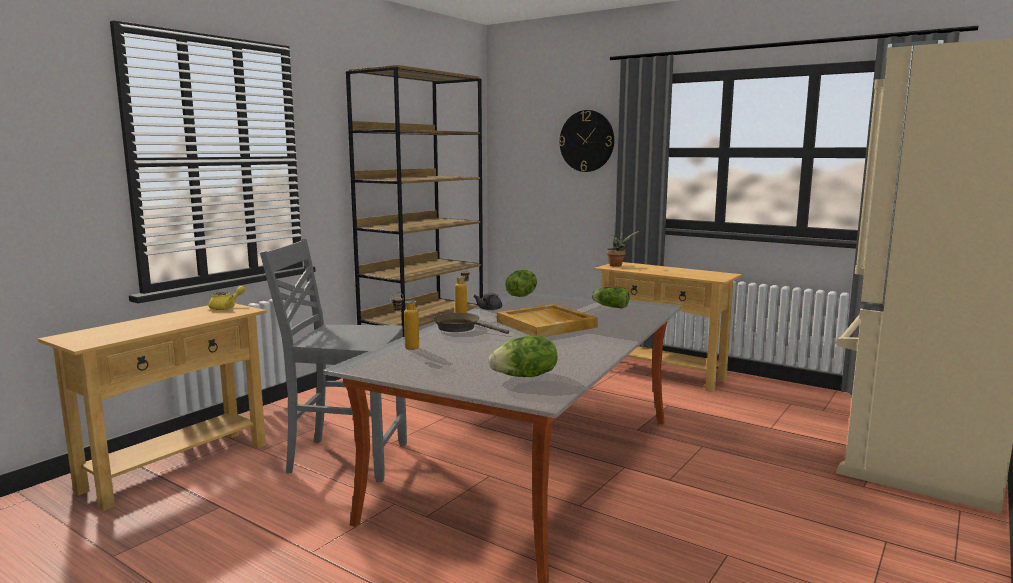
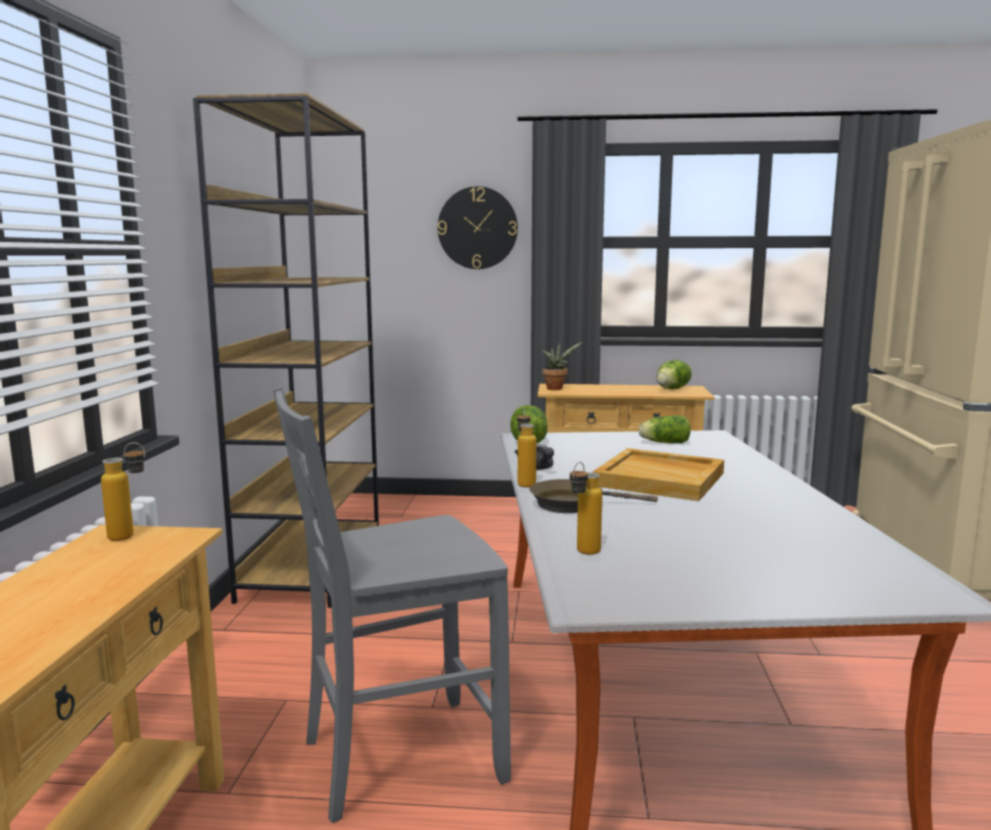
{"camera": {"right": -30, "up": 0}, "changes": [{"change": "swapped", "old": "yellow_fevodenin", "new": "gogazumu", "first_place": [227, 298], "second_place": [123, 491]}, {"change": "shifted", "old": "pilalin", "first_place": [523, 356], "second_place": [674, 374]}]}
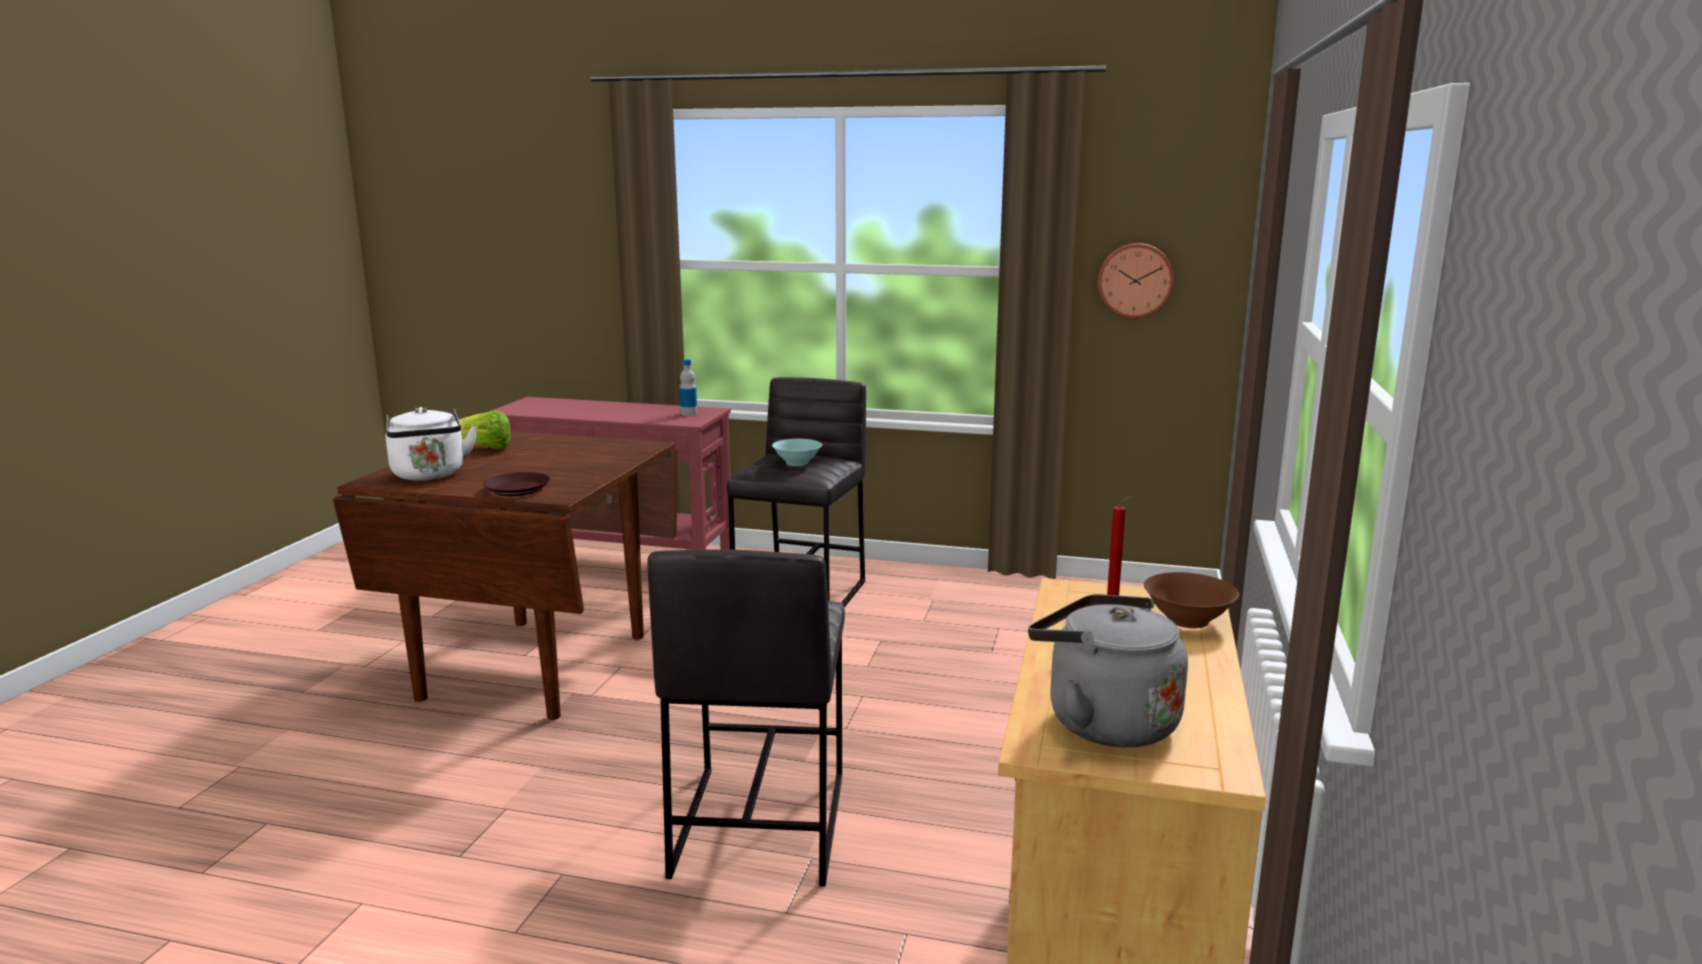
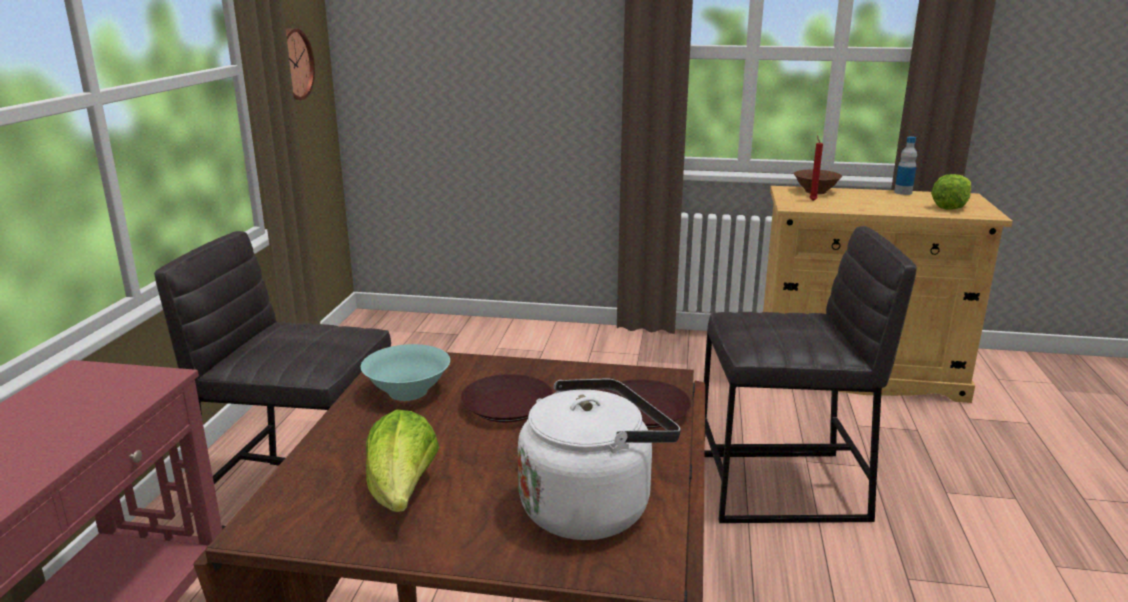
{"camera": {"right": -95, "up": 5}, "changes": [{"change": "shifted", "old": "gogazumu", "first_place": [688, 387], "second_place": [905, 166]}, {"change": "shifted", "old": "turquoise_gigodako", "first_place": [797, 452], "second_place": [405, 372]}, {"change": "swapped", "old": "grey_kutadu", "new": "pilalin", "first_place": [1108, 670], "second_place": [951, 192]}, {"change": "new", "new": "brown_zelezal", "second_place": [507, 398]}]}
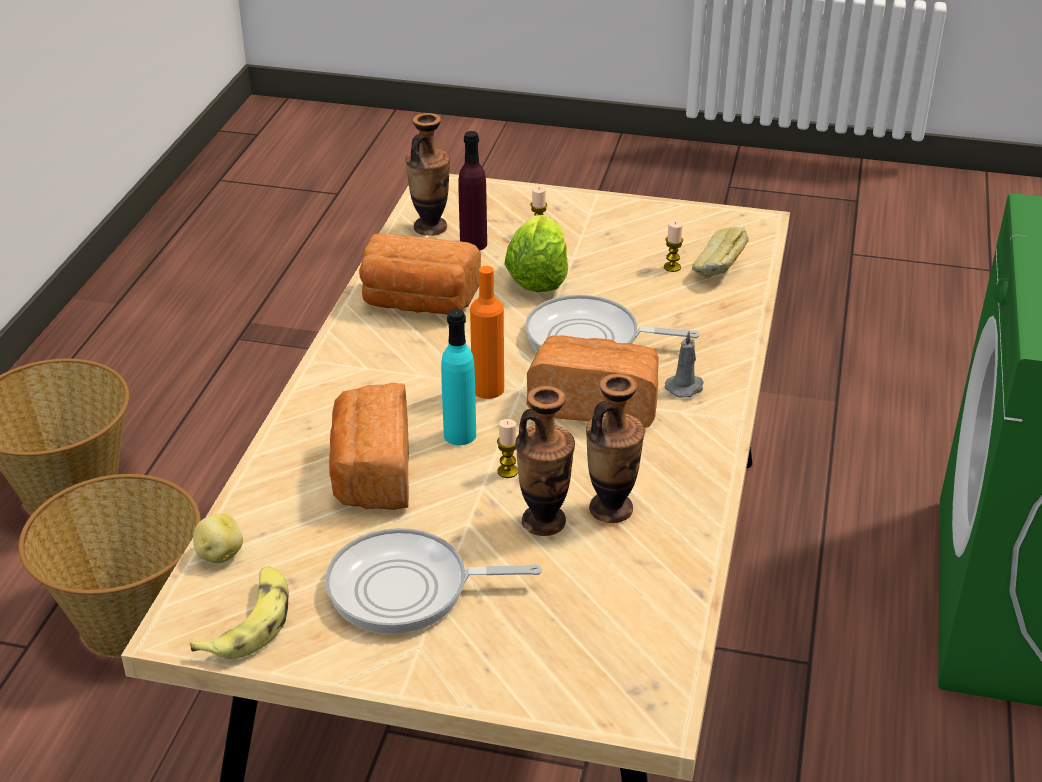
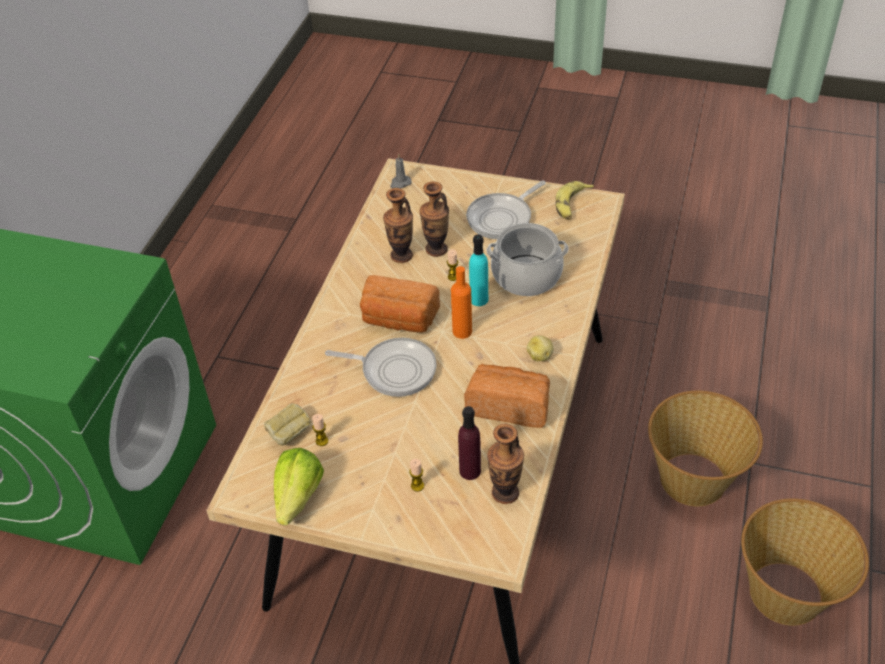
{"camera": {"right": -175, "up": 10}, "changes": [{"change": "shifted", "old": "pilalin", "first_place": [536, 253], "second_place": [299, 487]}, {"change": "shifted", "old": "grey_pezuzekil", "first_place": [684, 364], "second_place": [400, 171]}, {"change": "swapped", "old": "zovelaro", "new": "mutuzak", "first_place": [369, 446], "second_place": [527, 259]}, {"change": "shifted", "old": "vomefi", "first_place": [218, 538], "second_place": [540, 348]}, {"change": "rotated", "old": "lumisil", "first_place": [433, 581], "second_place": [506, 210], "degrees": 135}]}
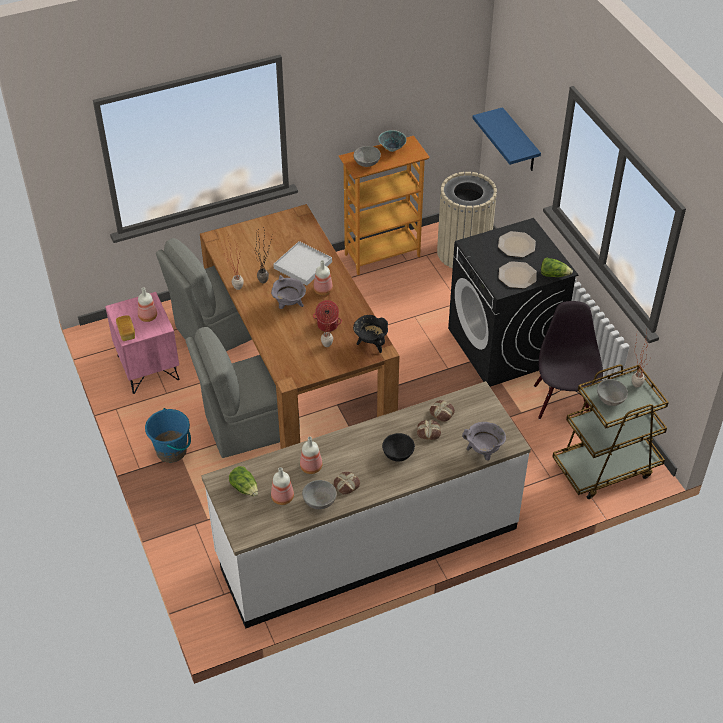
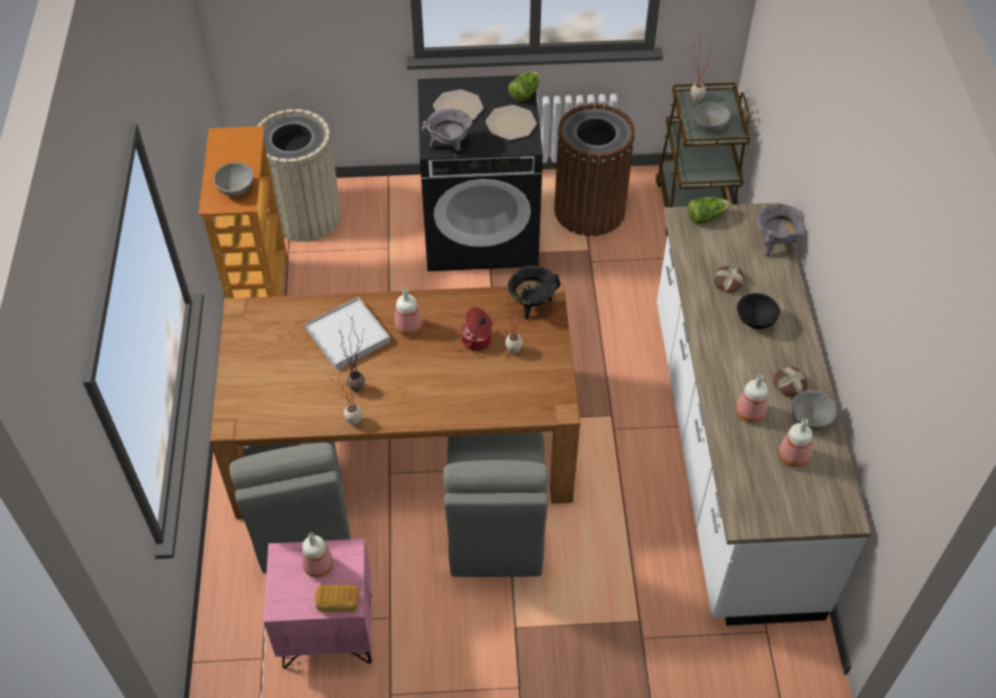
{"camera": {"right": -70, "up": 5}, "changes": [{"change": "gone", "old": "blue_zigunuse", "first_place": [507, 139]}, {"change": "gone", "old": "gigodako", "first_place": [392, 141]}, {"change": "shifted", "old": "grey_mutuzak", "first_place": [288, 292], "second_place": [447, 130]}, {"change": "swapped", "old": "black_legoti", "new": "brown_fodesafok", "first_place": [568, 360], "second_place": [594, 170]}, {"change": "gone", "old": "zovelaro", "first_place": [442, 411]}, {"change": "gone", "old": "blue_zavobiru", "first_place": [168, 435]}, {"change": "shifted", "old": "pilalin", "first_place": [243, 481], "second_place": [709, 210]}]}
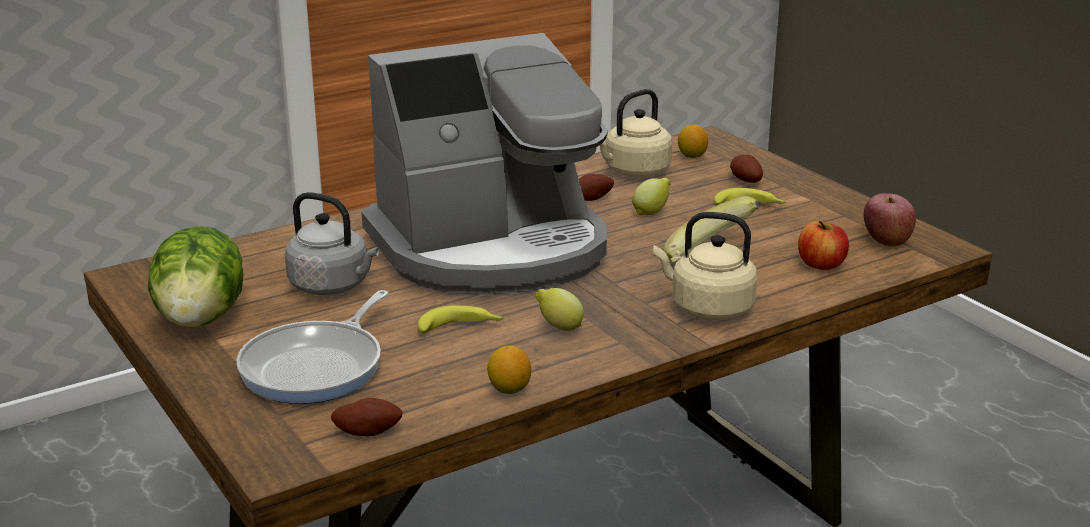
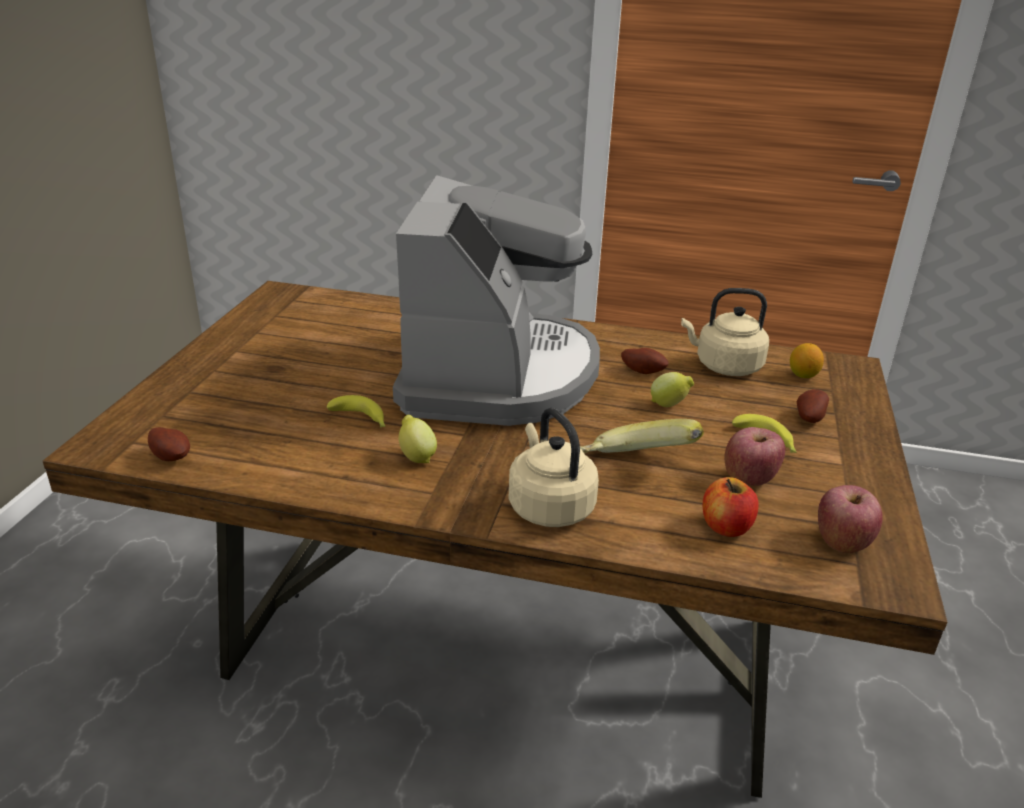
{"camera": {"right": 45, "up": 5}, "changes": [{"change": "rotated", "old": "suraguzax", "first_place": [485, 164], "second_place": [496, 300], "degrees": -105}, {"change": "gone", "old": "grey_kutadu", "first_place": [332, 243]}, {"change": "gone", "old": "pilalin", "first_place": [195, 276]}, {"change": "gone", "old": "lumisil", "first_place": [312, 347]}, {"change": "gone", "old": "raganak", "first_place": [509, 370]}, {"change": "new", "new": "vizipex", "second_place": [755, 456]}]}
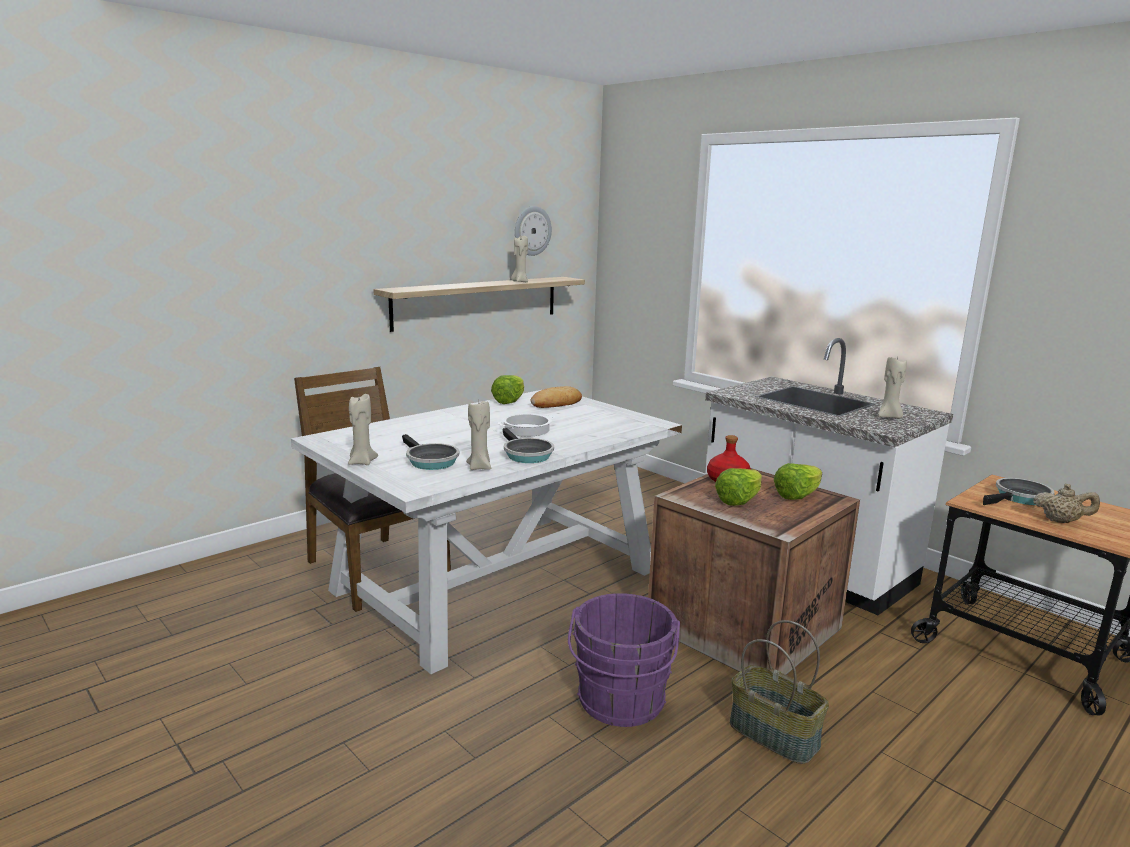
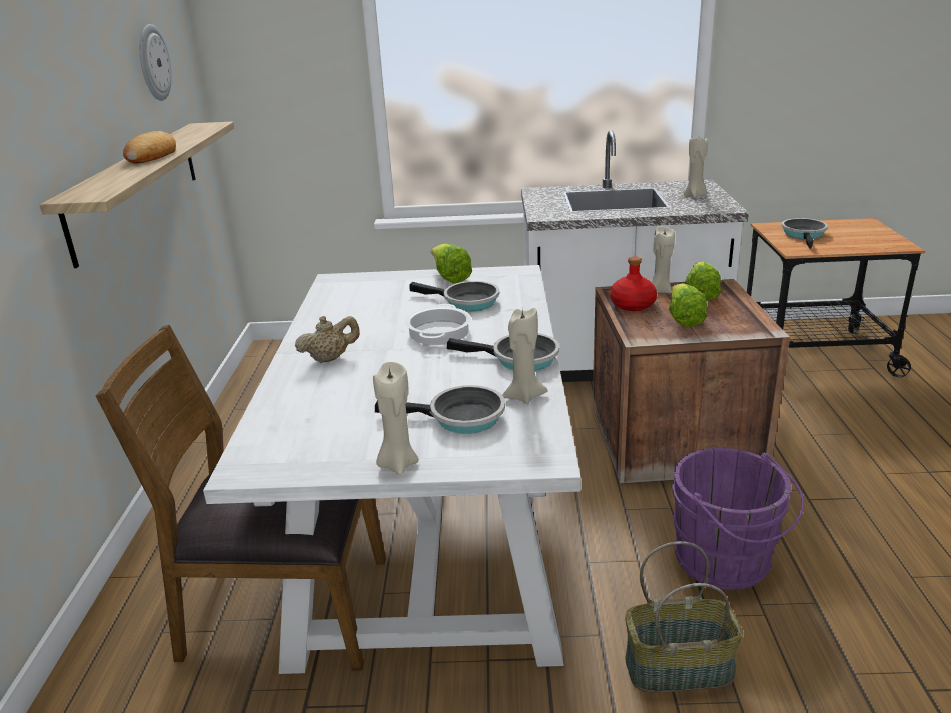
{"camera": {"right": -45, "up": 10}, "changes": [{"change": "shifted", "old": "beige_pezuzekil", "first_place": [519, 259], "second_place": [663, 259]}, {"change": "shifted", "old": "pilalin", "first_place": [507, 389], "second_place": [451, 263]}, {"change": "shifted", "old": "zovelaro", "first_place": [556, 397], "second_place": [149, 147]}, {"change": "shifted", "old": "beige_fevodenin", "first_place": [1066, 503], "second_place": [327, 339]}, {"change": "shifted", "old": "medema", "first_place": [779, 692], "second_place": [684, 617]}, {"change": "new", "new": "lumisil", "second_place": [454, 296]}]}
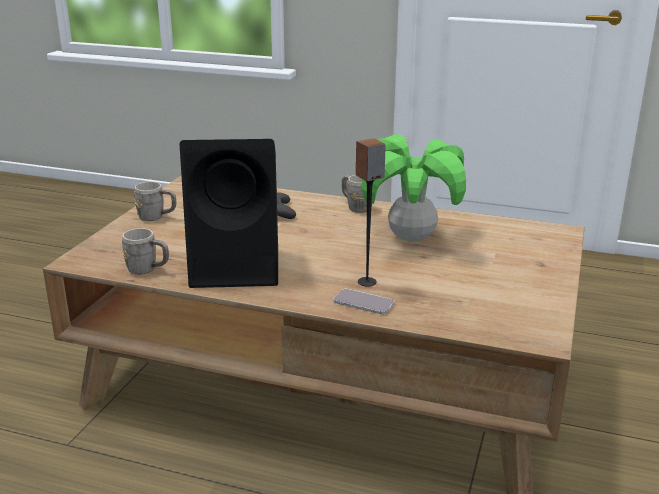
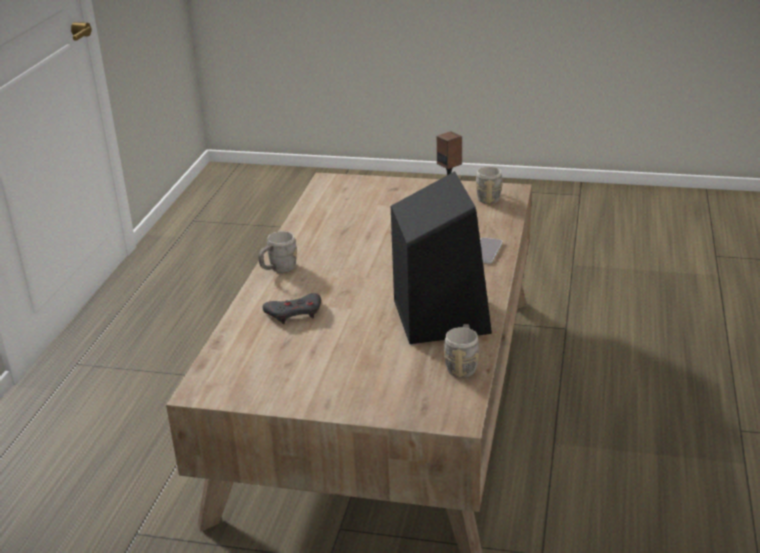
{"camera": {"right": -95, "up": 5}, "changes": [{"change": "gone", "old": "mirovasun", "first_place": [414, 188]}, {"change": "shifted", "old": "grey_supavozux", "first_place": [155, 201], "second_place": [489, 185]}]}
